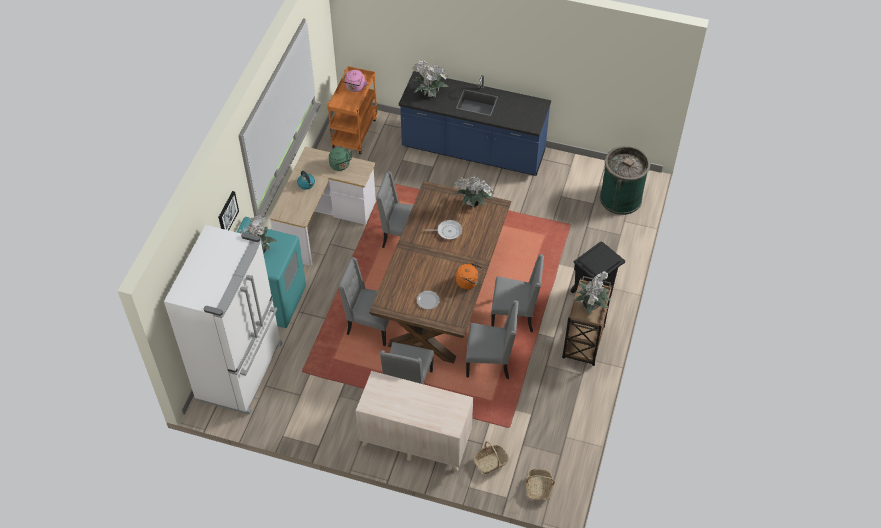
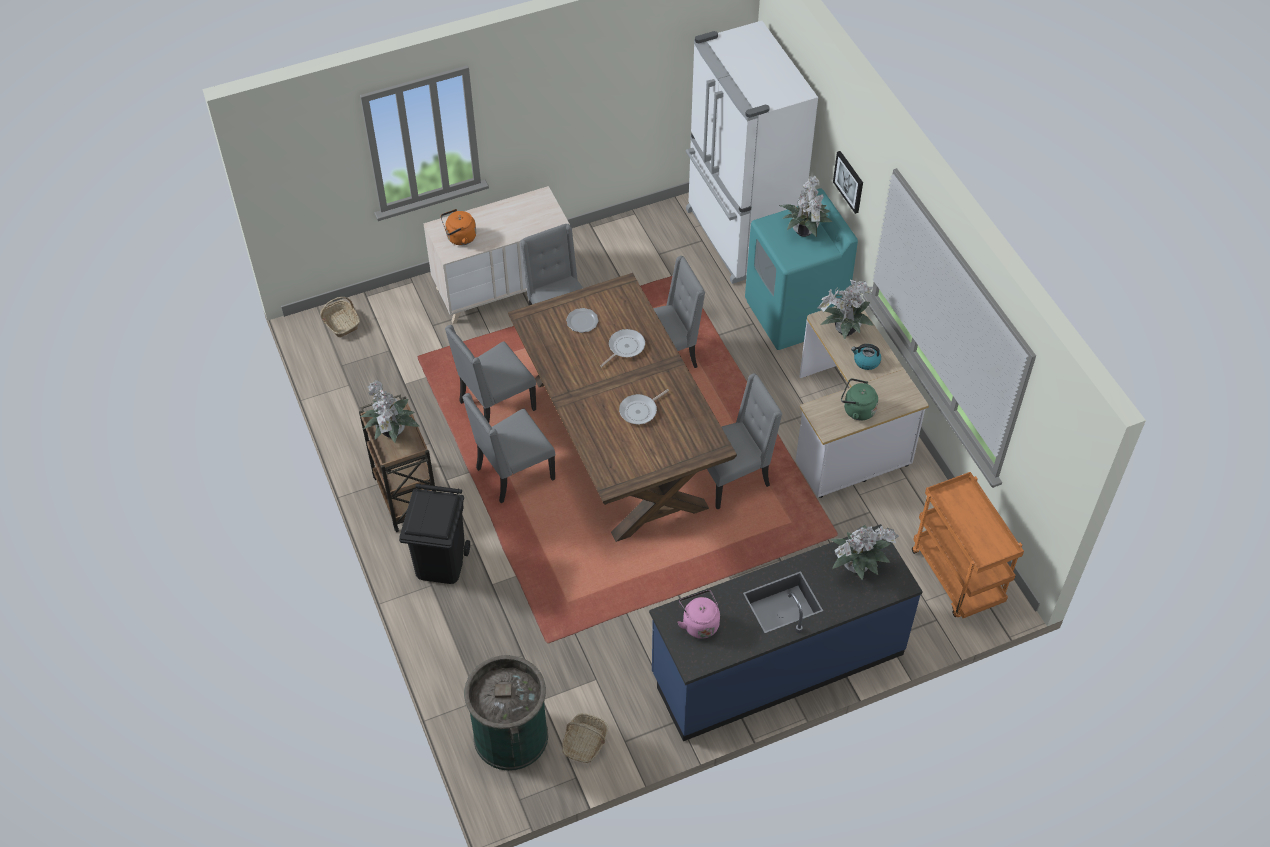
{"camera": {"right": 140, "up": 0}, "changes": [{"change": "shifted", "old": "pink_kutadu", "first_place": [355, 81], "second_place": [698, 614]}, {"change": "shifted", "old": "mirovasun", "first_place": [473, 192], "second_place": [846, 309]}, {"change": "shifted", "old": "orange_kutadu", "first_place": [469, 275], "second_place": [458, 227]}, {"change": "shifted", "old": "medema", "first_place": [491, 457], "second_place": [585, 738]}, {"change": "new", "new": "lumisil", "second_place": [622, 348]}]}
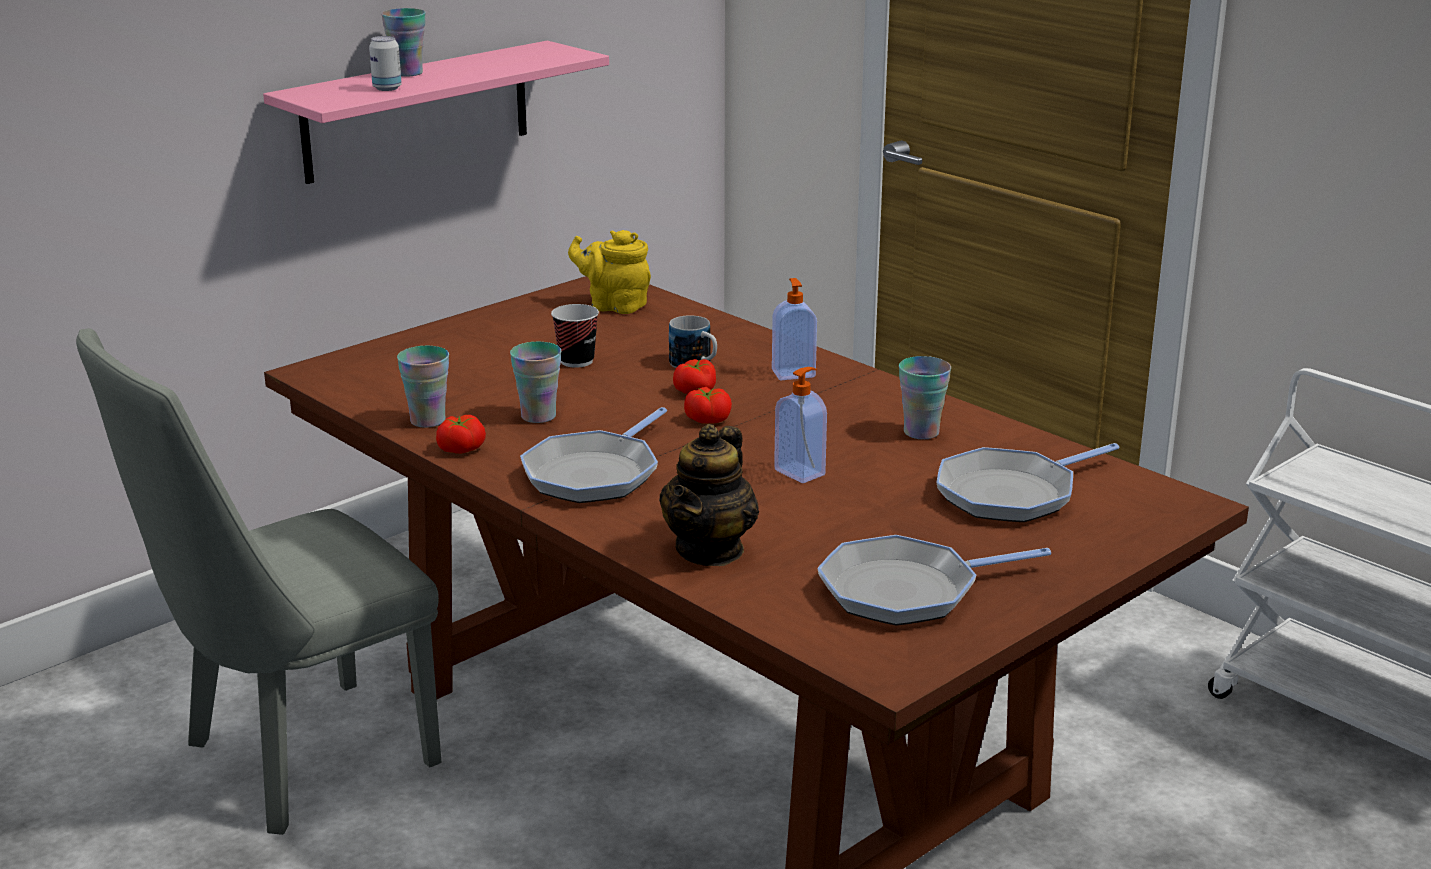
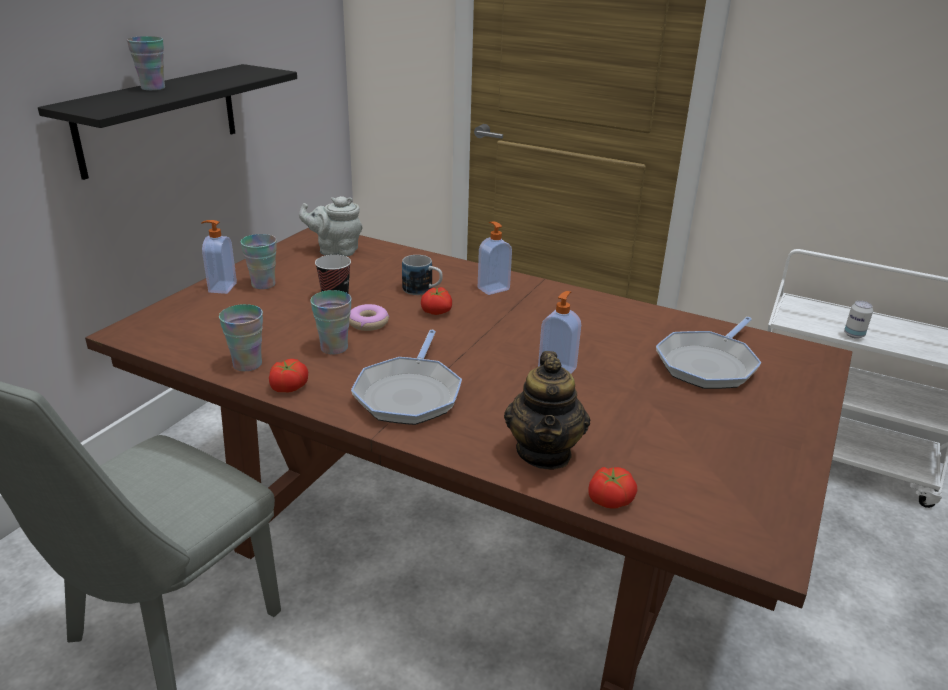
{"camera": {"right": -20, "up": 5}, "changes": [{"change": "shifted", "old": "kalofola", "first_place": [385, 63], "second_place": [858, 320]}, {"change": "repainted", "old": "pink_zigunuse", "new": "black_zigunuse", "first_place": [436, 112], "second_place": [167, 122]}, {"change": "repainted", "old": "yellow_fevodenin", "new": "grey_fevodenin", "first_place": [609, 272], "second_place": [330, 226]}, {"change": "shifted", "old": "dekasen", "first_place": [925, 397], "second_place": [259, 261]}, {"change": "shifted", "old": "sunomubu", "first_place": [708, 405], "second_place": [613, 488]}, {"change": "gone", "old": "lumisil", "first_place": [934, 580]}, {"change": "new", "new": "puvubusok", "second_place": [219, 257]}, {"change": "new", "new": "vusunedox", "second_place": [369, 317]}]}
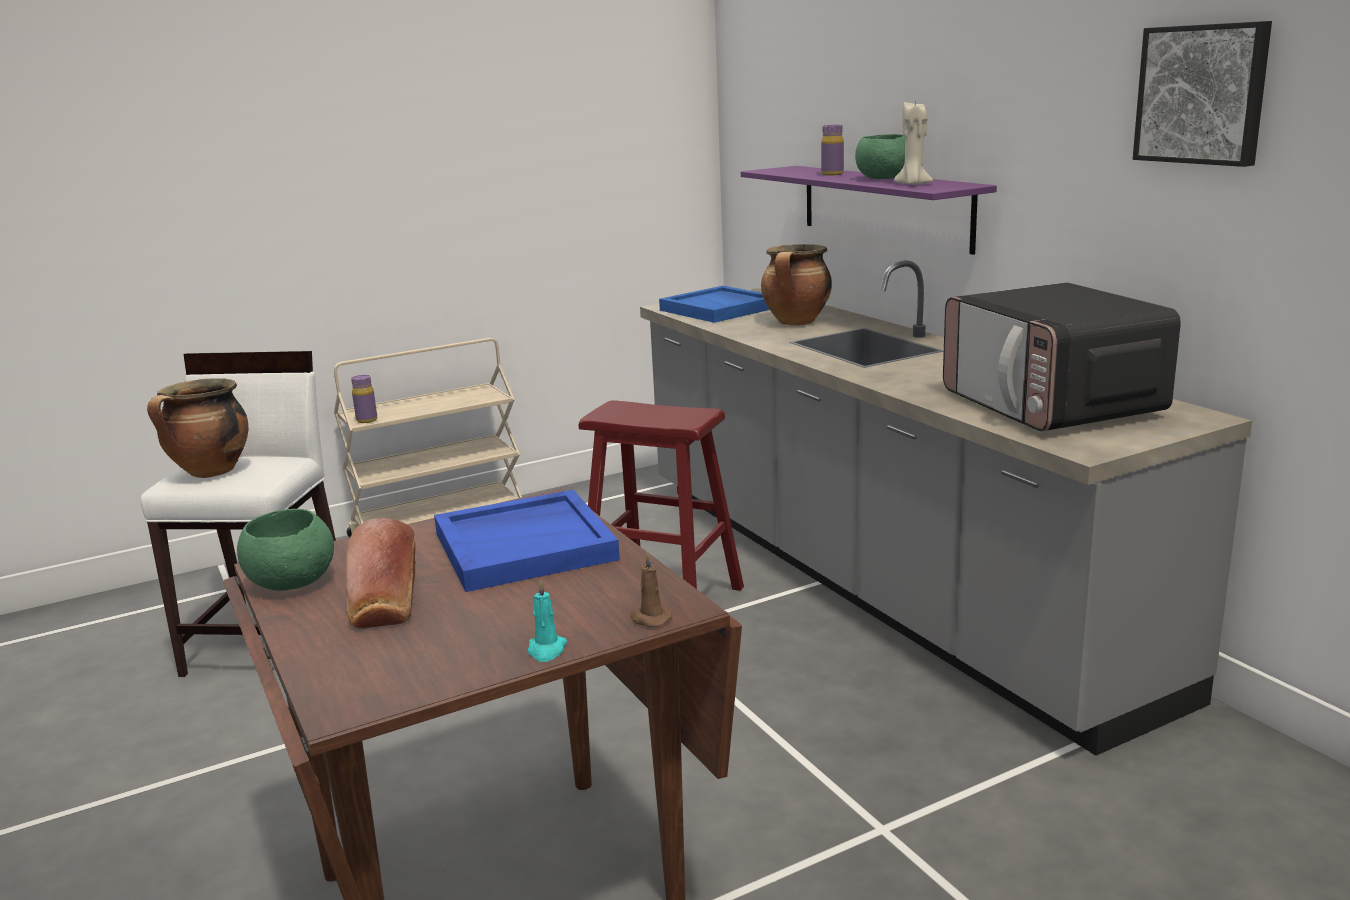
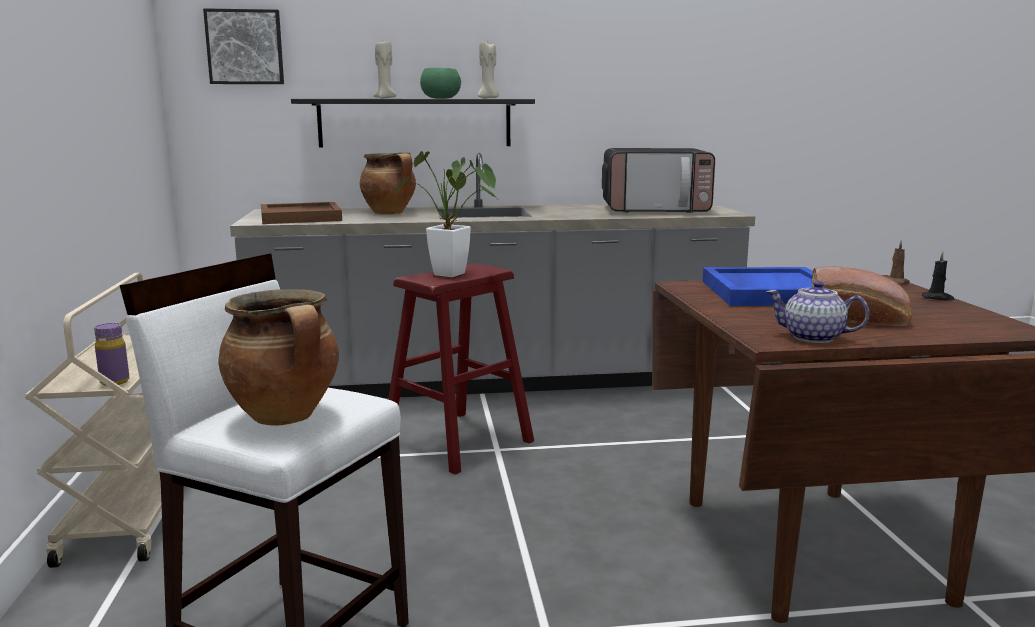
{"camera": {"right": -70, "up": -5}, "changes": [{"change": "shifted", "old": "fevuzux", "first_place": [1202, 94], "second_place": [243, 46]}, {"change": "swapped", "old": "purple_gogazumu", "new": "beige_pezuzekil", "first_place": [832, 150], "second_place": [385, 70]}, {"change": "repainted", "old": "purple_zigunuse", "new": "black_zigunuse", "first_place": [869, 210], "second_place": [413, 123]}, {"change": "repainted", "old": "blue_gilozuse", "new": "brown_gilozuse", "first_place": [714, 304], "second_place": [301, 213]}, {"change": "swapped", "old": "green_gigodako", "new": "fevodenin", "first_place": [285, 550], "second_place": [818, 312]}, {"change": "repainted", "old": "turquoise_pezuzekil", "new": "black_pezuzekil", "first_place": [547, 621], "second_place": [938, 275]}, {"change": "new", "new": "mirovasun", "second_place": [446, 214]}]}
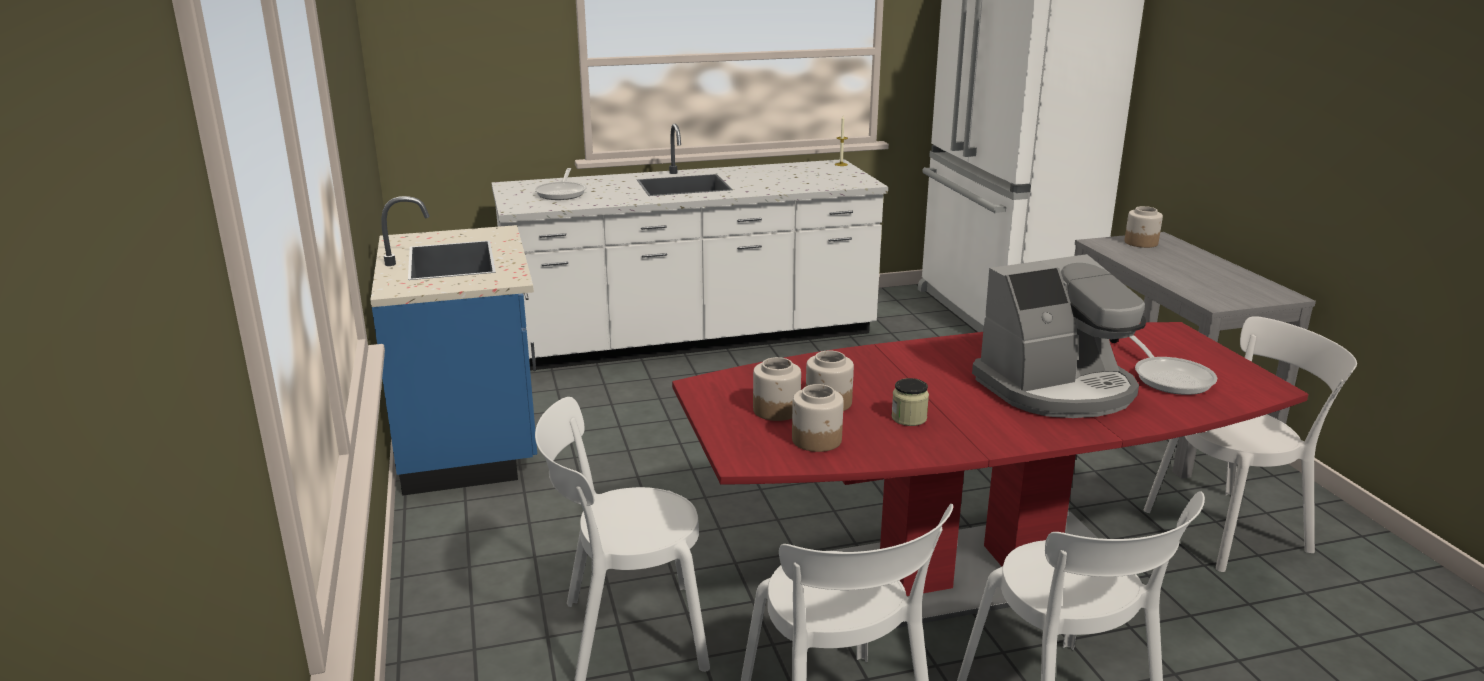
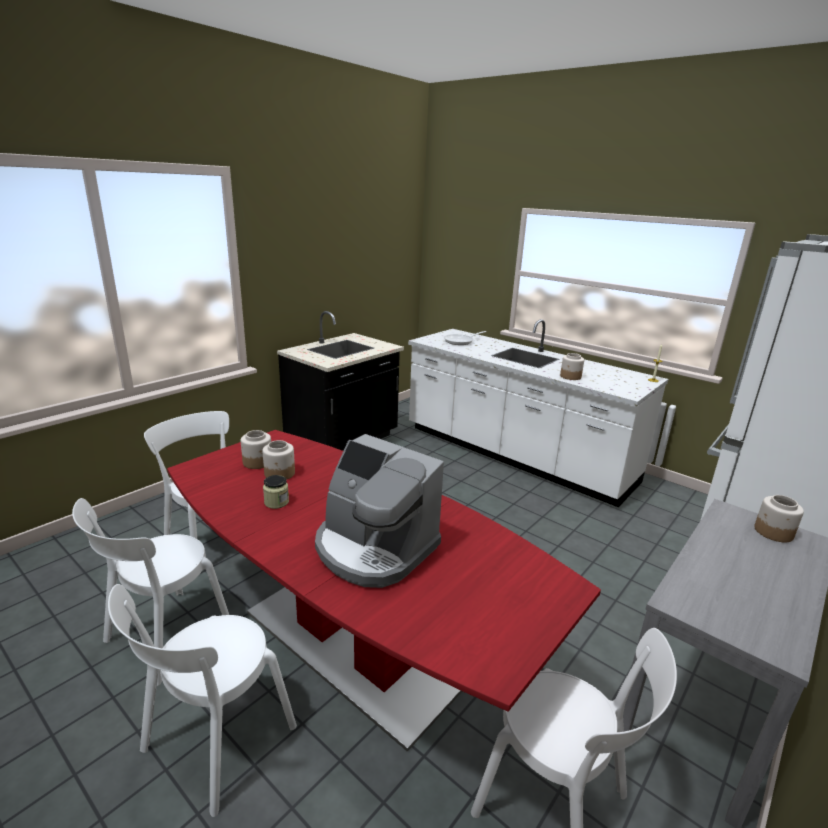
{"camera": {"right": 55, "up": 0}, "changes": [{"change": "repainted", "old": "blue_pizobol", "new": "black_pizobol", "first_place": [453, 346], "second_place": [340, 381]}, {"change": "gone", "old": "lumisil", "first_place": [1173, 365]}, {"change": "shifted", "old": "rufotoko", "first_place": [818, 418], "second_place": [572, 366]}]}
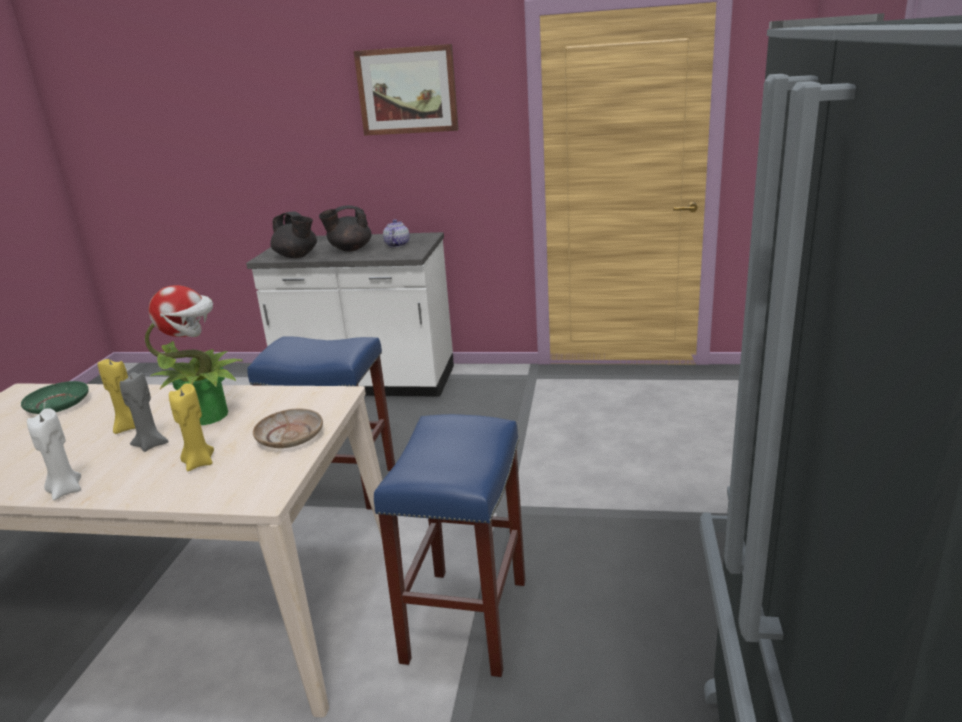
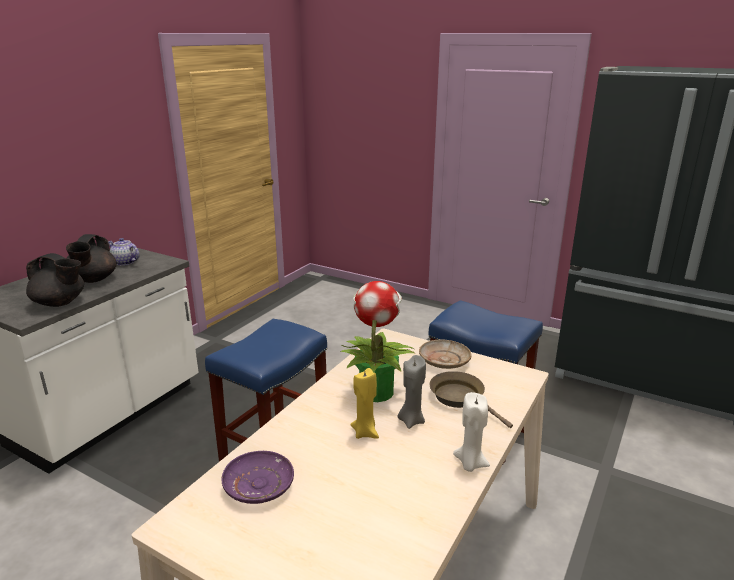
{"camera": {"right": -70, "up": 0}, "changes": [{"change": "gone", "old": "fevuzux", "first_place": [406, 90]}, {"change": "rotated", "old": "black_fevodenin", "first_place": [293, 234], "second_place": [55, 280], "degrees": 45}, {"change": "repainted", "old": "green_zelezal", "new": "purple_zelezal", "first_place": [55, 397], "second_place": [257, 477]}, {"change": "swapped", "old": "yellow_pezuzekil", "new": "brown_lumisil", "first_place": [191, 427], "second_place": [471, 399]}]}
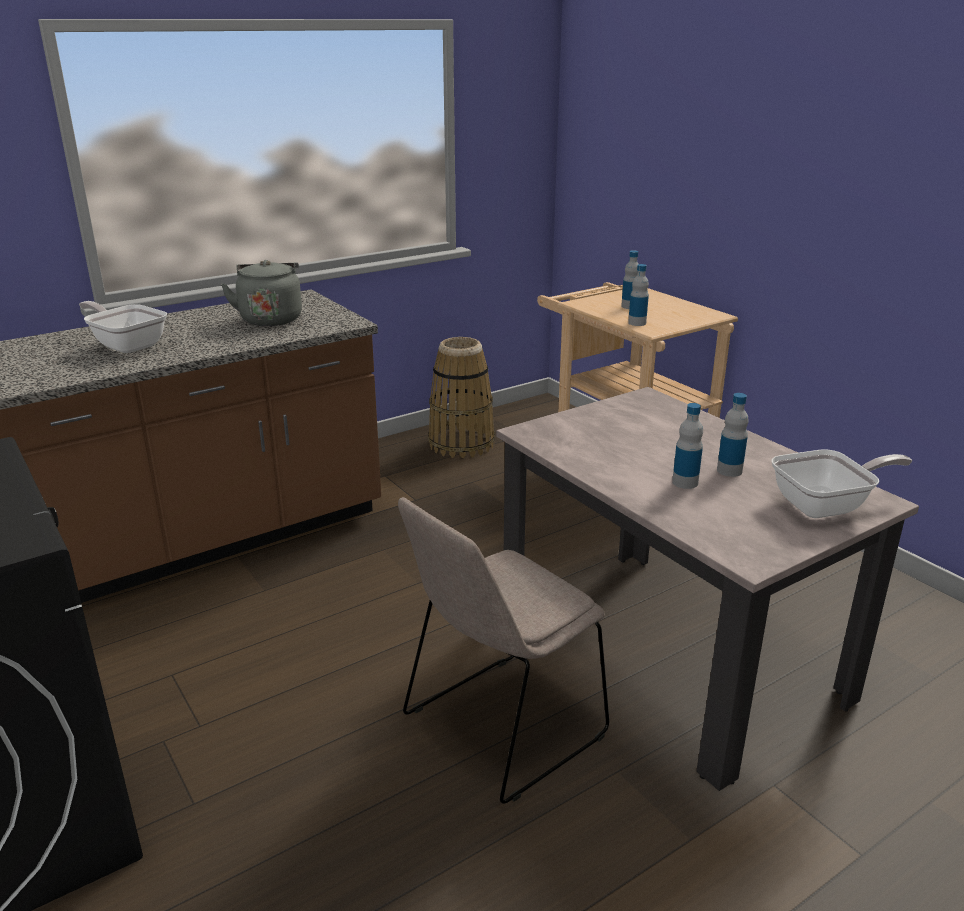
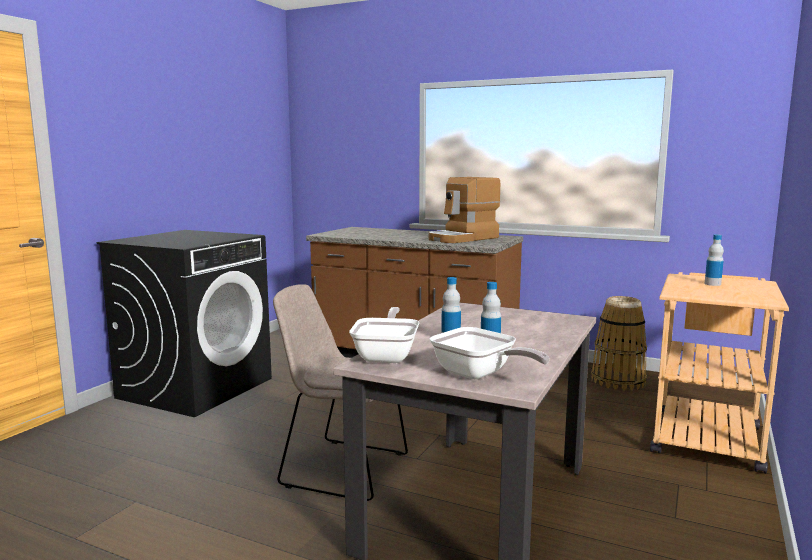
{"camera": {"right": 60, "up": -15}, "changes": [{"change": "swapped", "old": "grey_kutadu", "new": "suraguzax", "first_place": [261, 293], "second_place": [464, 210]}, {"change": "gone", "old": "gogazumu", "first_place": [638, 295]}, {"change": "shifted", "old": "lumisil", "first_place": [123, 327], "second_place": [384, 335]}]}
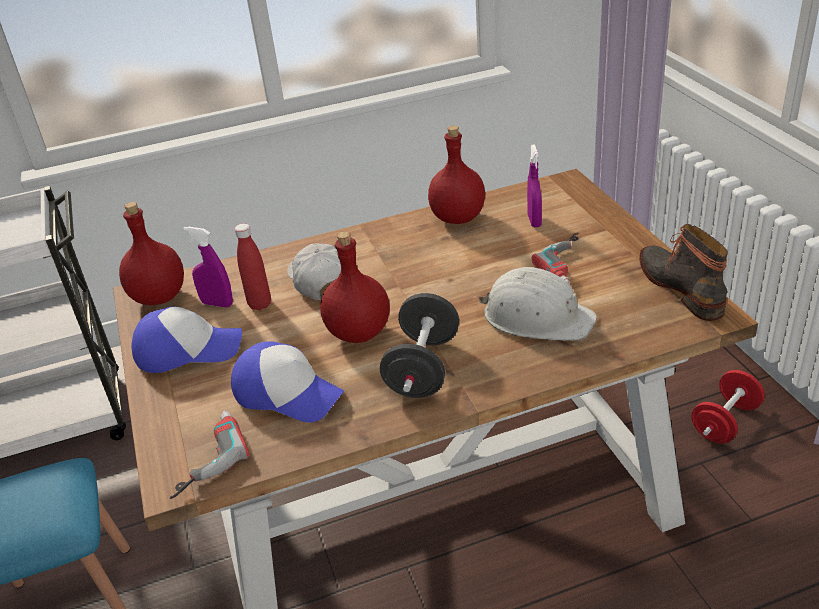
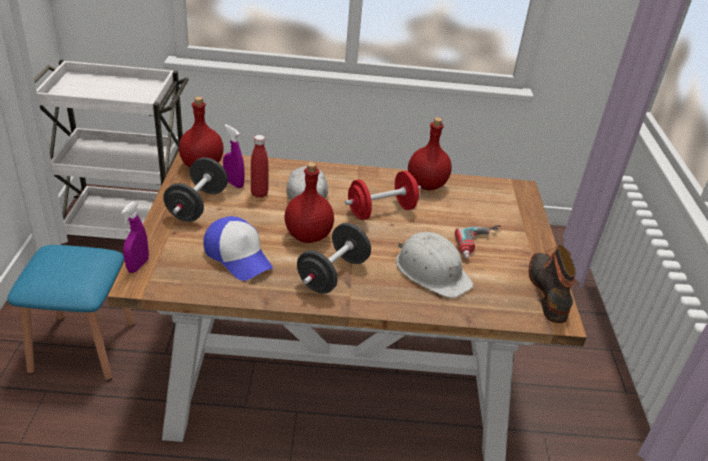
{"camera": {"right": 15, "up": 0}, "changes": [{"change": "shifted", "old": "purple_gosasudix", "first_place": [534, 185], "second_place": [135, 237]}, {"change": "swapped", "old": "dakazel", "new": "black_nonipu", "first_place": [186, 340], "second_place": [195, 189]}, {"change": "shifted", "old": "red_nonipu", "first_place": [728, 407], "second_place": [383, 195]}, {"change": "gone", "old": "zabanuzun", "first_place": [210, 454]}]}
